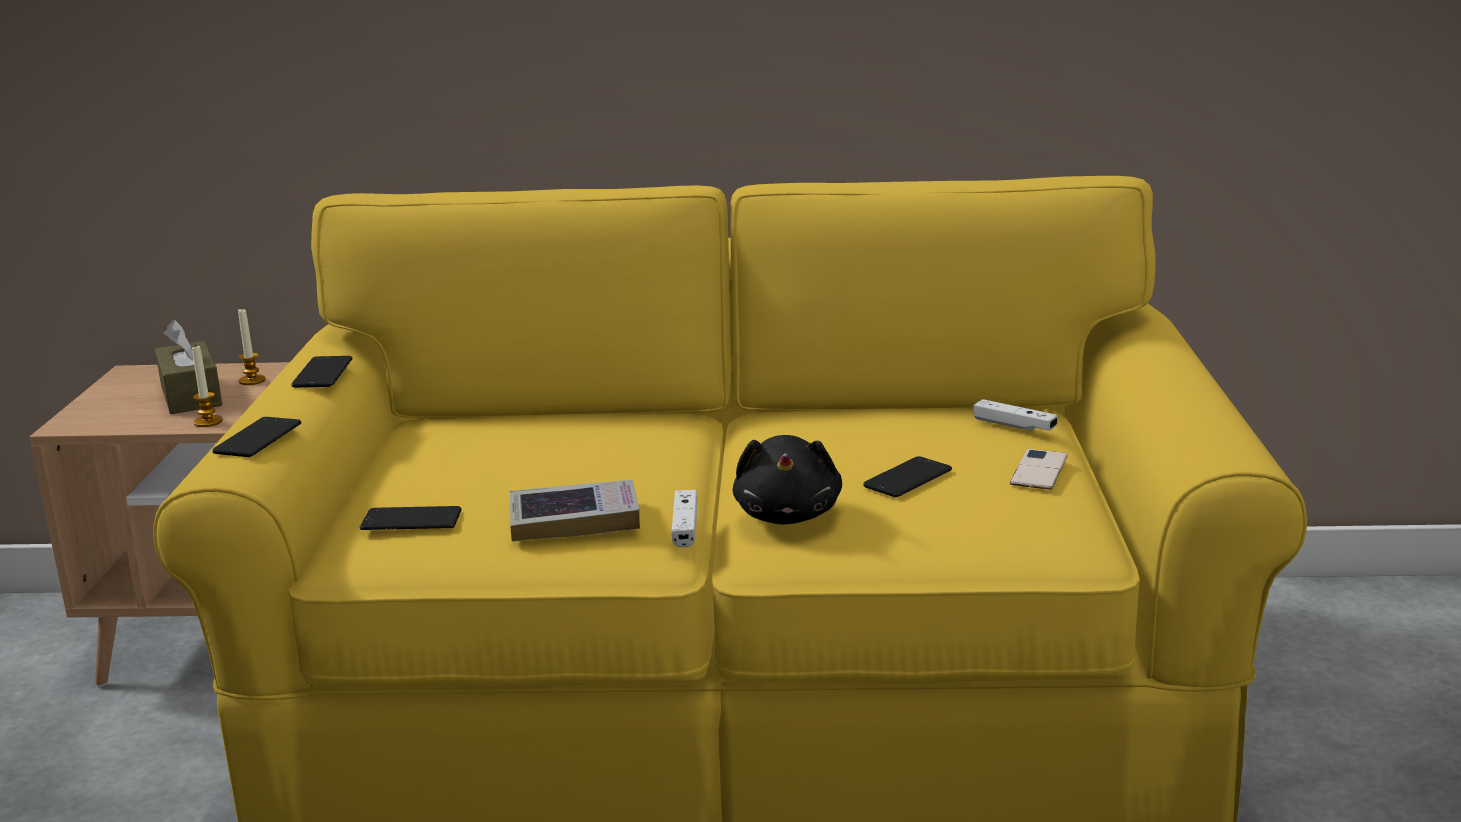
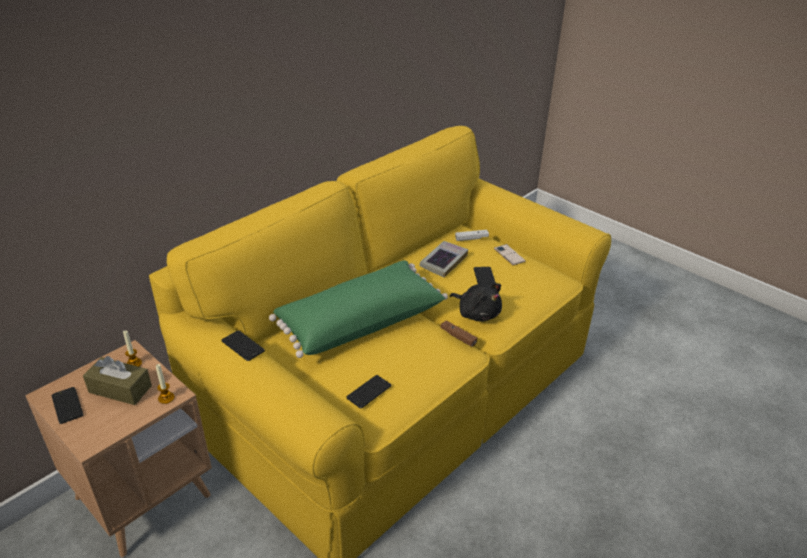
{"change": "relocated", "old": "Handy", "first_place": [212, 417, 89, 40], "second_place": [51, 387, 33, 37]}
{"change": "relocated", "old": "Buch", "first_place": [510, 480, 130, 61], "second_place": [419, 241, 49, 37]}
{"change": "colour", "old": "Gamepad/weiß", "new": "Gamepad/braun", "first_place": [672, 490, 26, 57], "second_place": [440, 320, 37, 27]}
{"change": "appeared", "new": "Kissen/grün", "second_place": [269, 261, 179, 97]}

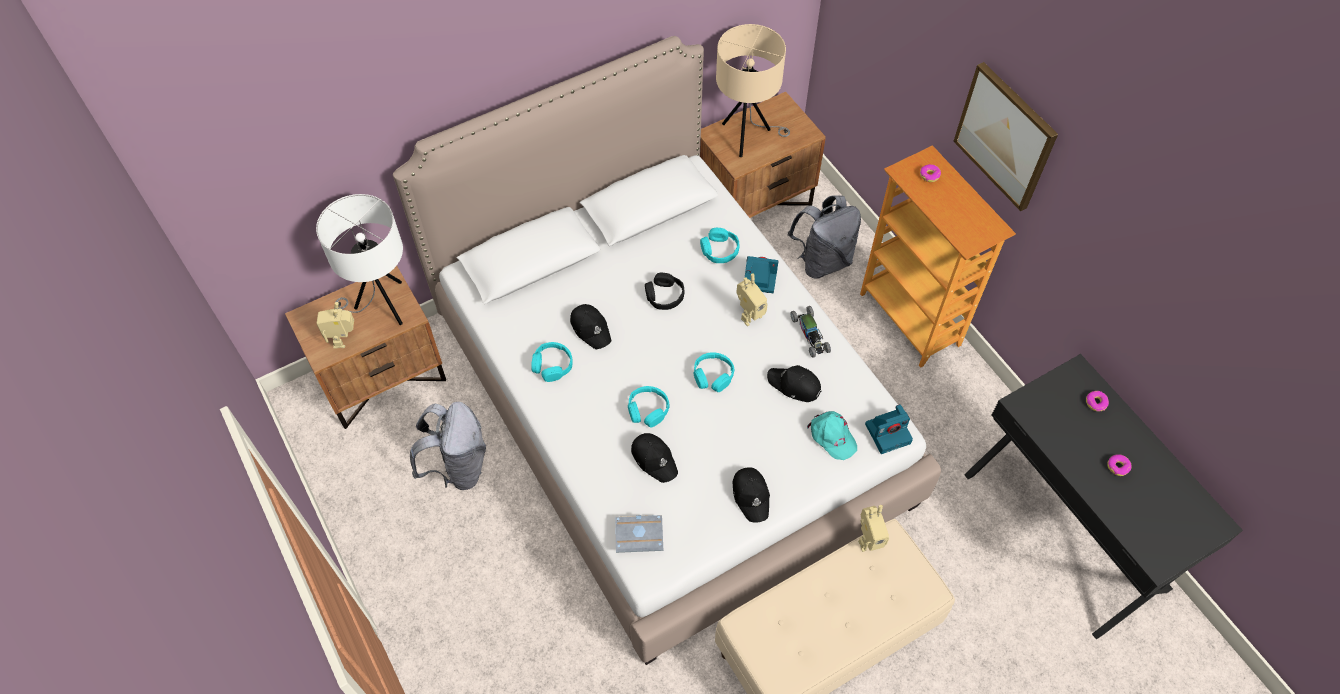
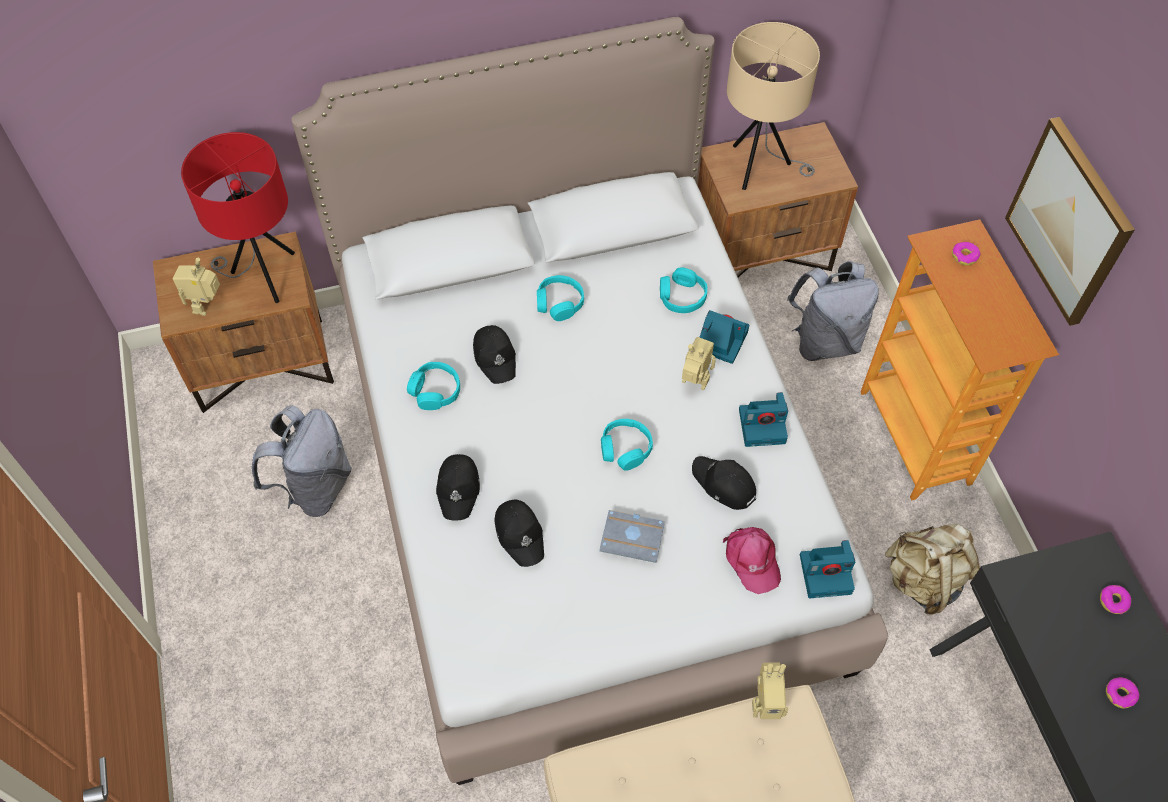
{"change": "colour", "old": "Tischlampe/weiß", "new": "Tischlampe/rot", "first_place": [316, 194, 87, 131], "second_place": [181, 132, 114, 171]}
{"change": "relocated", "old": "Buch/grau", "first_place": [615, 515, 48, 38], "second_place": [600, 510, 65, 53]}
{"change": "relocated", "old": "Kopfhörer/türkis", "first_place": [628, 386, 42, 42], "second_place": [537, 275, 47, 46]}
{"change": "missing", "old": "Kopfhörer/schwarz", "first_place": [645, 273, 40, 37]}
{"change": "relocated", "old": "Kappe/schwarz", "first_place": [733, 467, 37, 56], "second_place": [436, 454, 44, 67]}
{"change": "spun", "old": "Spielzeugroboter", "first_place": [736, 273, 32, 53], "second_place": [682, 337, 34, 53], "degrees": -135}
{"change": "exchanged", "old": "Spielzeugauto", "new": "Kamera", "first_place": [790, 306, 41, 52], "second_place": [739, 392, 49, 55]}
{"change": "colour", "old": "Kappe/türkis", "new": "Kappe/rosa", "first_place": [807, 411, 50, 49], "second_place": [723, 527, 58, 67]}
{"change": "appeared", "new": "Rucksack/beige", "second_place": [885, 524, 95, 91]}

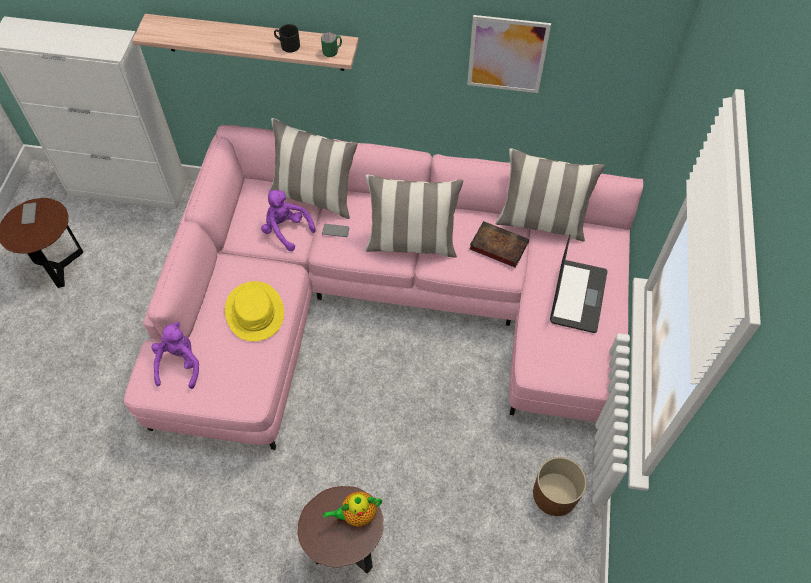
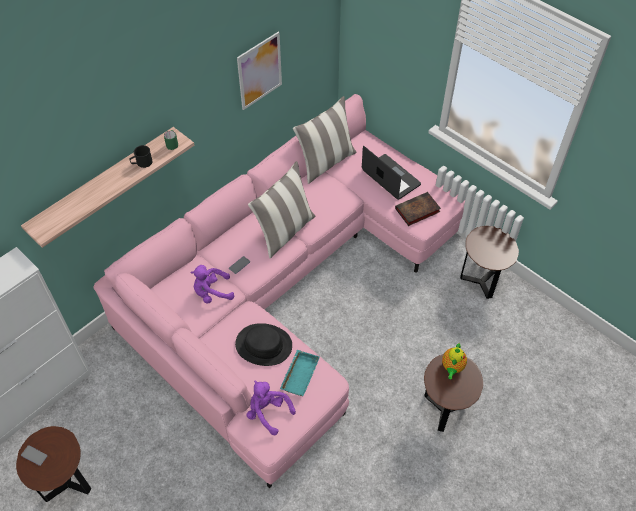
{"change": "colour", "old": "Hut/gelb", "new": "Hut/schwarz", "first_place": [225, 281, 59, 60], "second_place": [235, 323, 57, 43]}
{"change": "missing", "old": "Kissen", "first_place": [269, 118, 89, 101]}
{"change": "relocated", "old": "Buch", "first_place": [470, 221, 59, 47], "second_place": [395, 192, 46, 34]}
{"change": "exchanged", "old": "Pflanzkübel/braun", "new": "Beistelltisch/braun", "first_place": [533, 457, 53, 59], "second_place": [460, 226, 59, 73]}
{"change": "appeared", "new": "Tablett/türkis", "second_place": [280, 350, 40, 46]}

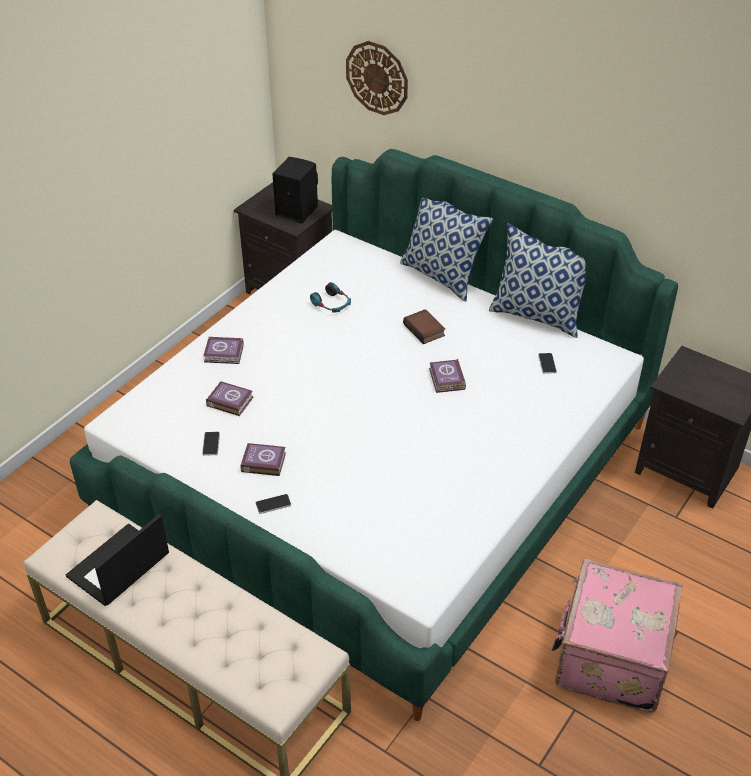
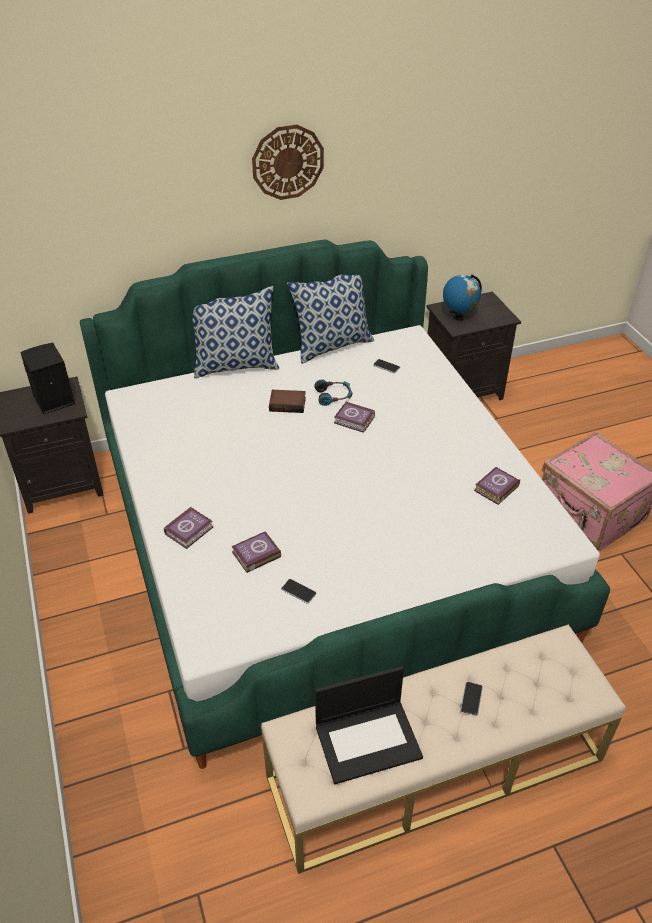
{"change": "spun", "old": "Laptop", "first_place": [66, 514, 103, 92], "second_place": [315, 666, 108, 118], "degrees": -90}
{"change": "relocated", "old": "Buch", "first_place": [240, 443, 46, 33], "second_place": [474, 467, 46, 38]}
{"change": "relocated", "old": "Handy", "first_place": [256, 494, 35, 20], "second_place": [460, 682, 23, 34]}
{"change": "relocated", "old": "Kopfhörer", "first_place": [310, 282, 41, 31], "second_place": [314, 379, 39, 27]}
{"change": "relocated", "old": "Wanduhr", "first_place": [346, 41, 62, 74], "second_place": [252, 124, 72, 76]}
{"change": "appeared", "new": "Globus", "second_place": [443, 274, 39, 47]}

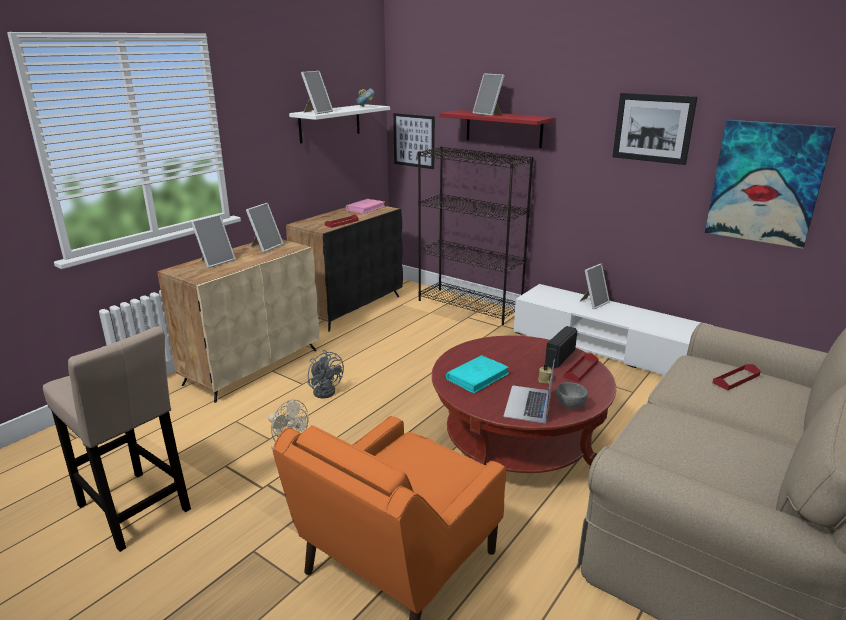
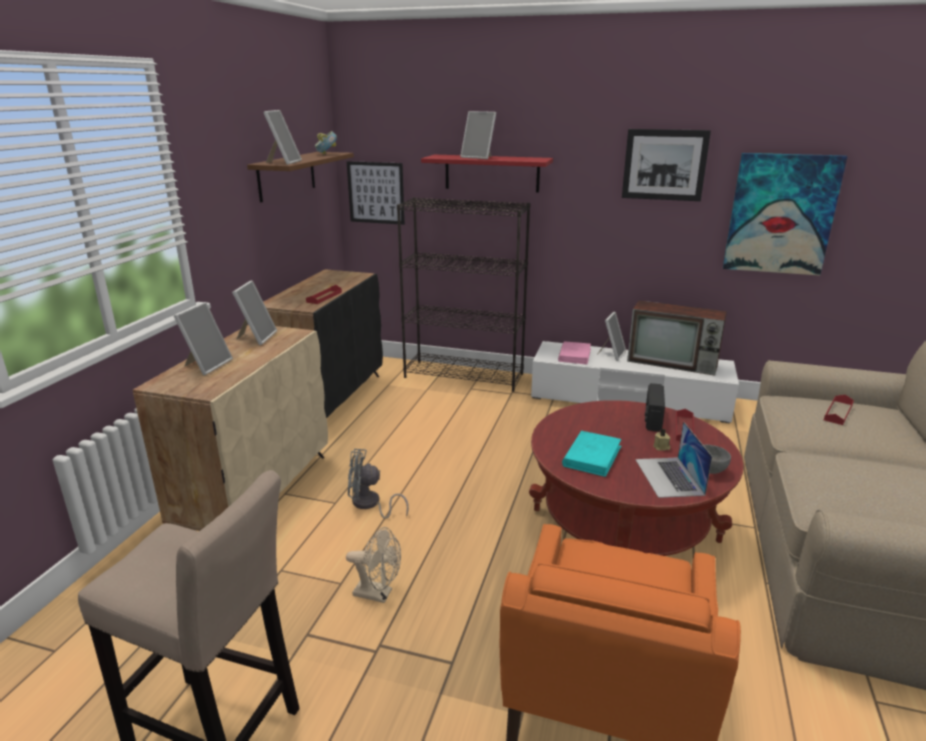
{"change": "colour", "old": "Wandregal/weiß", "new": "Wandregal/braun", "first_place": [289, 104, 101, 39], "second_place": [247, 152, 107, 51]}
{"change": "spun", "old": "Ventilator/grau", "first_place": [308, 350, 36, 48], "second_place": [348, 449, 61, 70], "degrees": 150}
{"change": "relocated", "old": "Buch/rosa", "first_place": [346, 199, 40, 15], "second_place": [558, 341, 33, 23]}
{"change": "appeared", "new": "Fernseher", "second_place": [627, 300, 100, 76]}

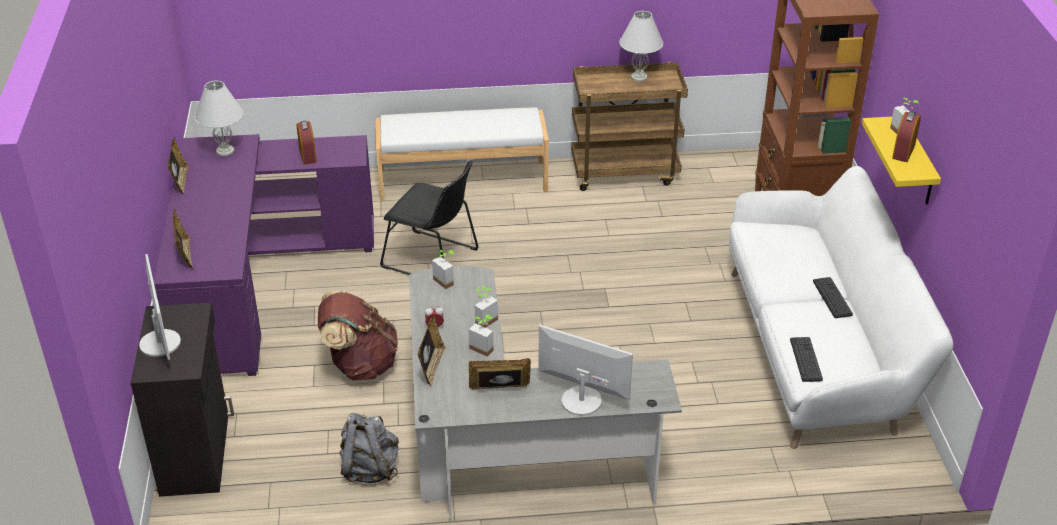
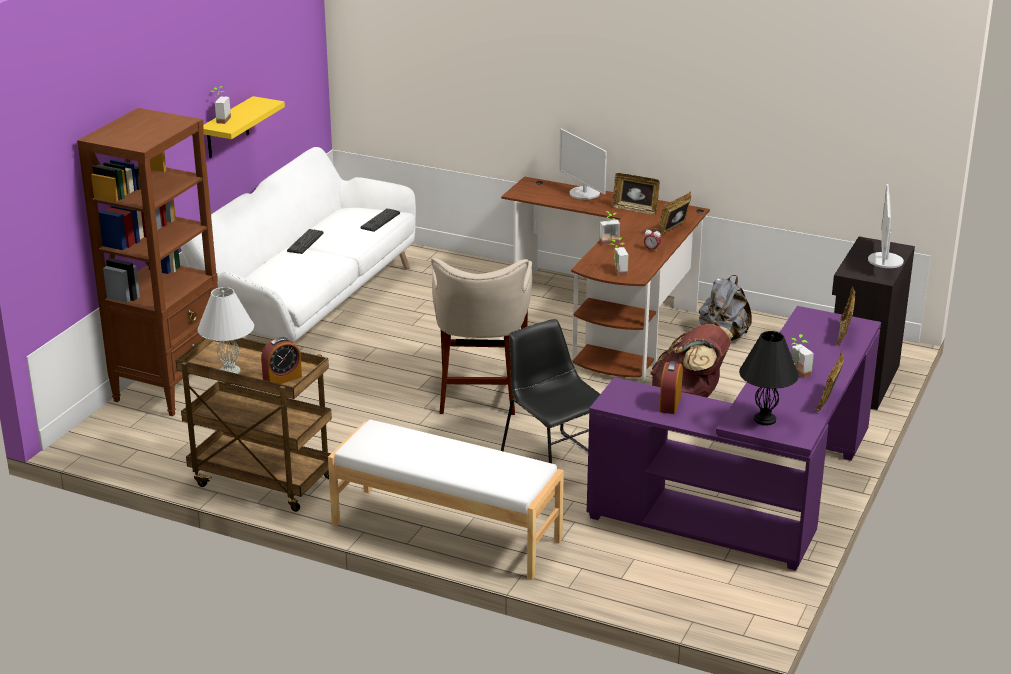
{"change": "colour", "old": "Tischlampe/weiß", "new": "Tischlampe/schwarz", "first_place": [195, 81, 48, 75], "second_place": [739, 331, 60, 94]}
{"change": "colour", "old": "Schreibtisch/grau", "new": "Schreibtisch/braun", "first_place": [409, 266, 273, 254], "second_place": [501, 176, 209, 206]}
{"change": "relocated", "old": "Topfpflanze", "first_place": [469, 315, 25, 42], "second_place": [791, 334, 23, 44]}
{"change": "relocated", "old": "Wecker", "first_place": [892, 111, 29, 51], "second_place": [261, 337, 41, 47]}
{"change": "appeared", "new": "Hocker/beige", "second_place": [431, 257, 101, 158]}

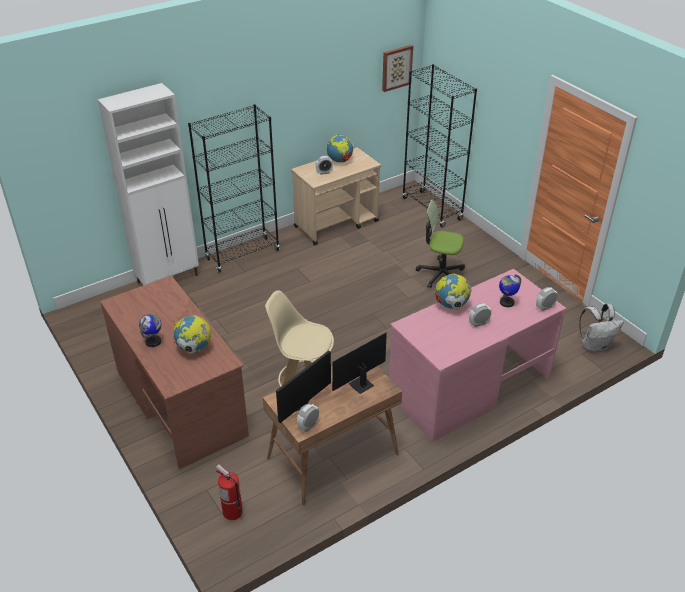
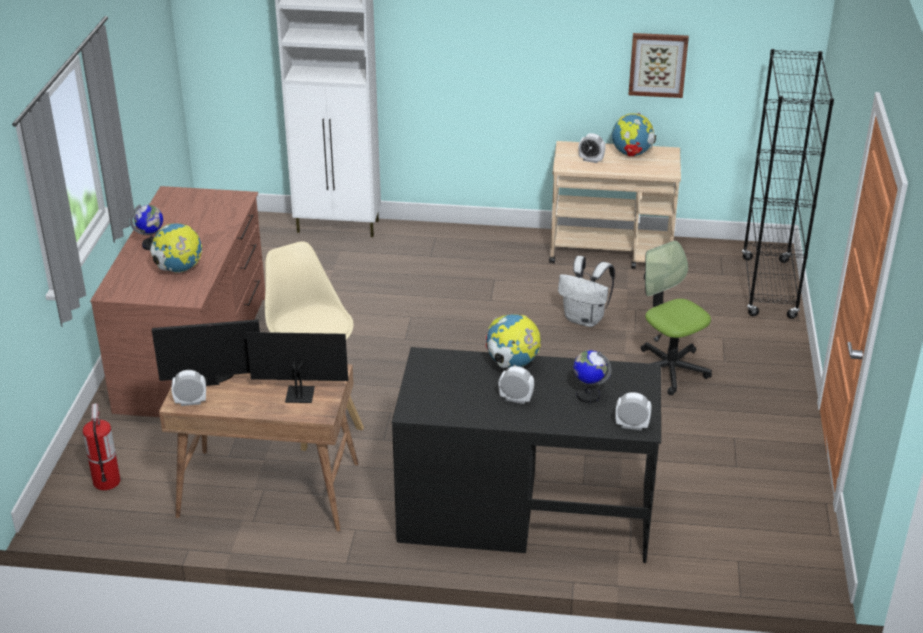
{"change": "missing", "old": "Bücherregal/schwarz", "first_place": [188, 104, 92, 169]}
{"change": "relocated", "old": "Bild", "first_place": [382, 45, 31, 47], "second_place": [629, 33, 60, 65]}
{"change": "colour", "old": "Schreibtisch/rosa", "new": "Schreibtisch/schwarz", "first_place": [389, 269, 177, 173], "second_place": [392, 347, 269, 216]}
{"change": "relocated", "old": "Rucksack/weiß", "first_place": [579, 304, 45, 48], "second_place": [558, 256, 57, 71]}

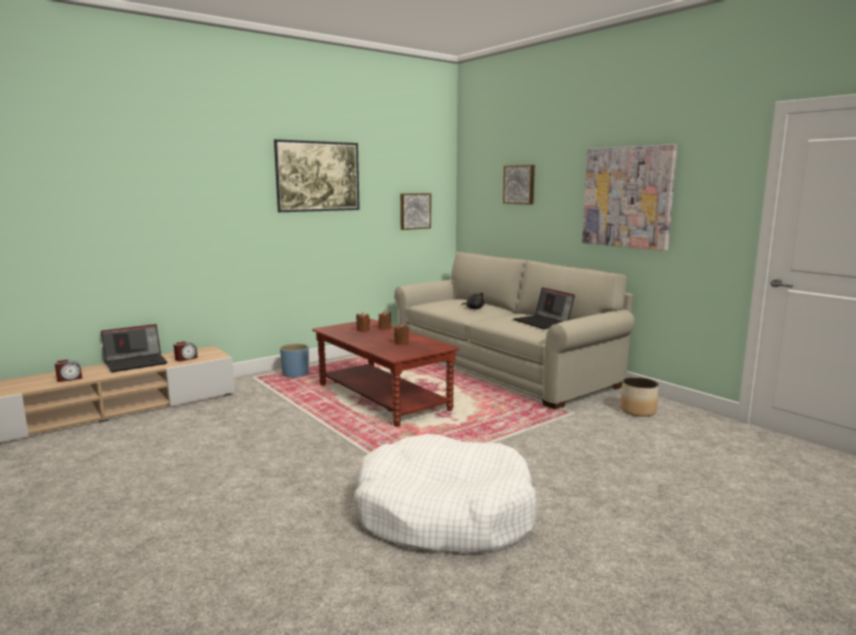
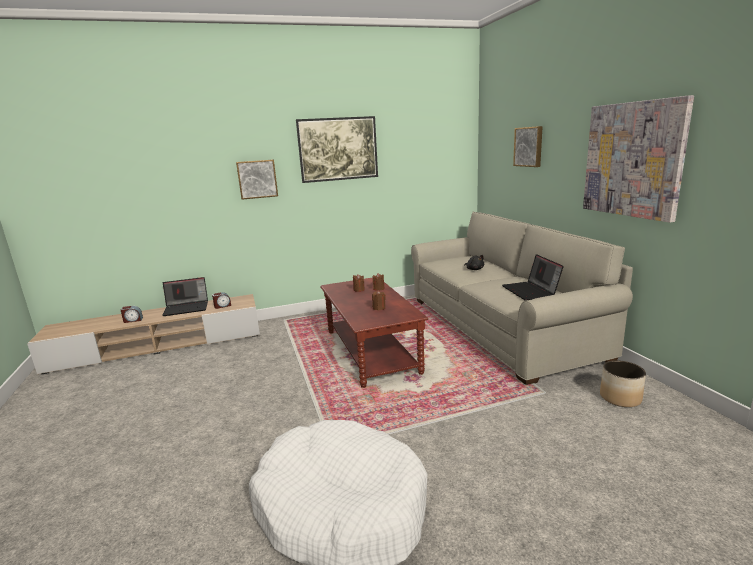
{"change": "missing", "old": "Pflanzkübel/blau", "first_place": [280, 344, 29, 34]}
{"change": "relocated", "old": "Bild", "first_place": [400, 193, 31, 37], "second_place": [236, 160, 42, 40]}

